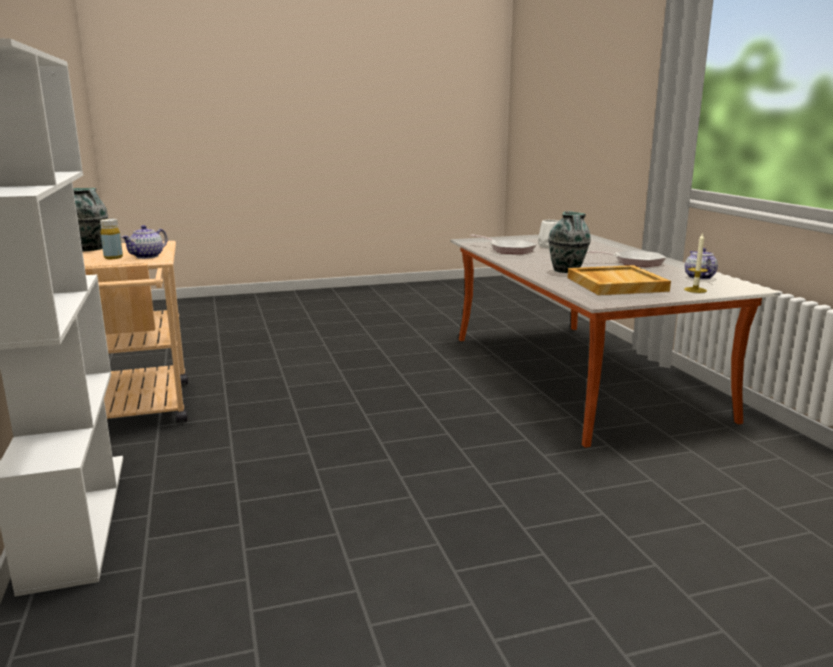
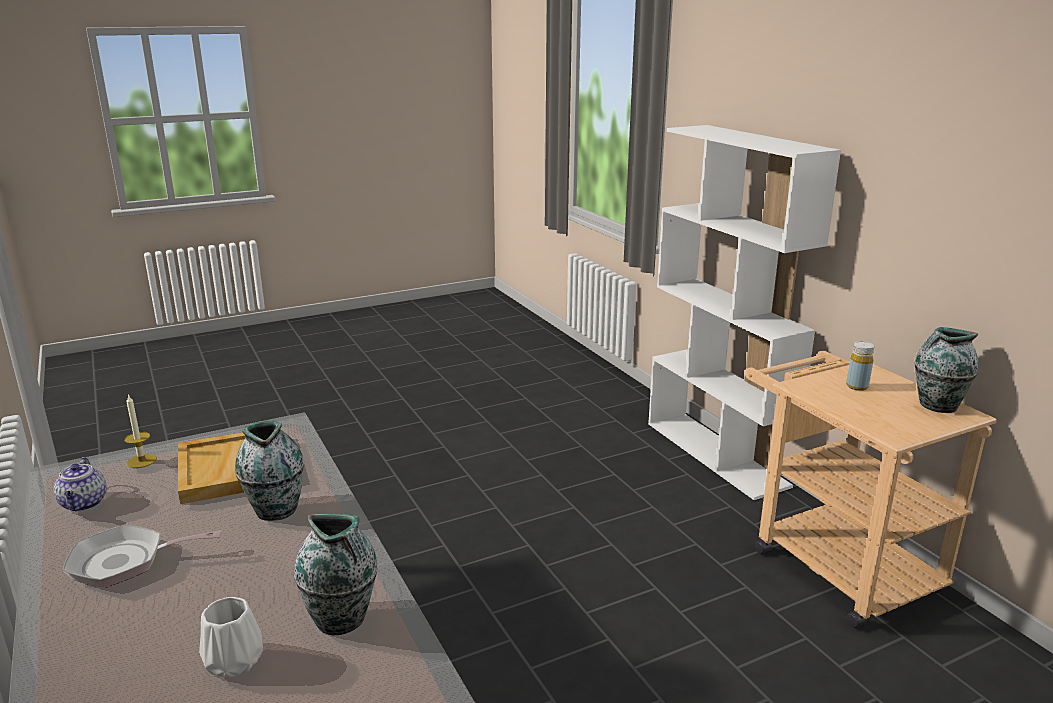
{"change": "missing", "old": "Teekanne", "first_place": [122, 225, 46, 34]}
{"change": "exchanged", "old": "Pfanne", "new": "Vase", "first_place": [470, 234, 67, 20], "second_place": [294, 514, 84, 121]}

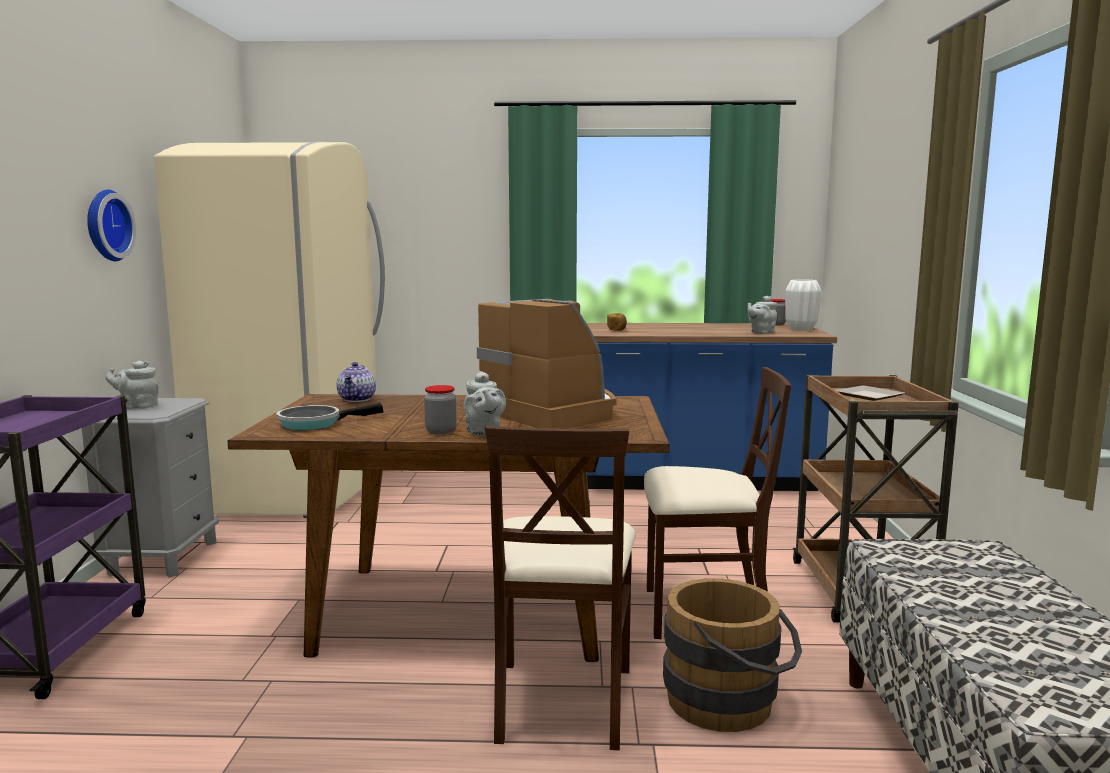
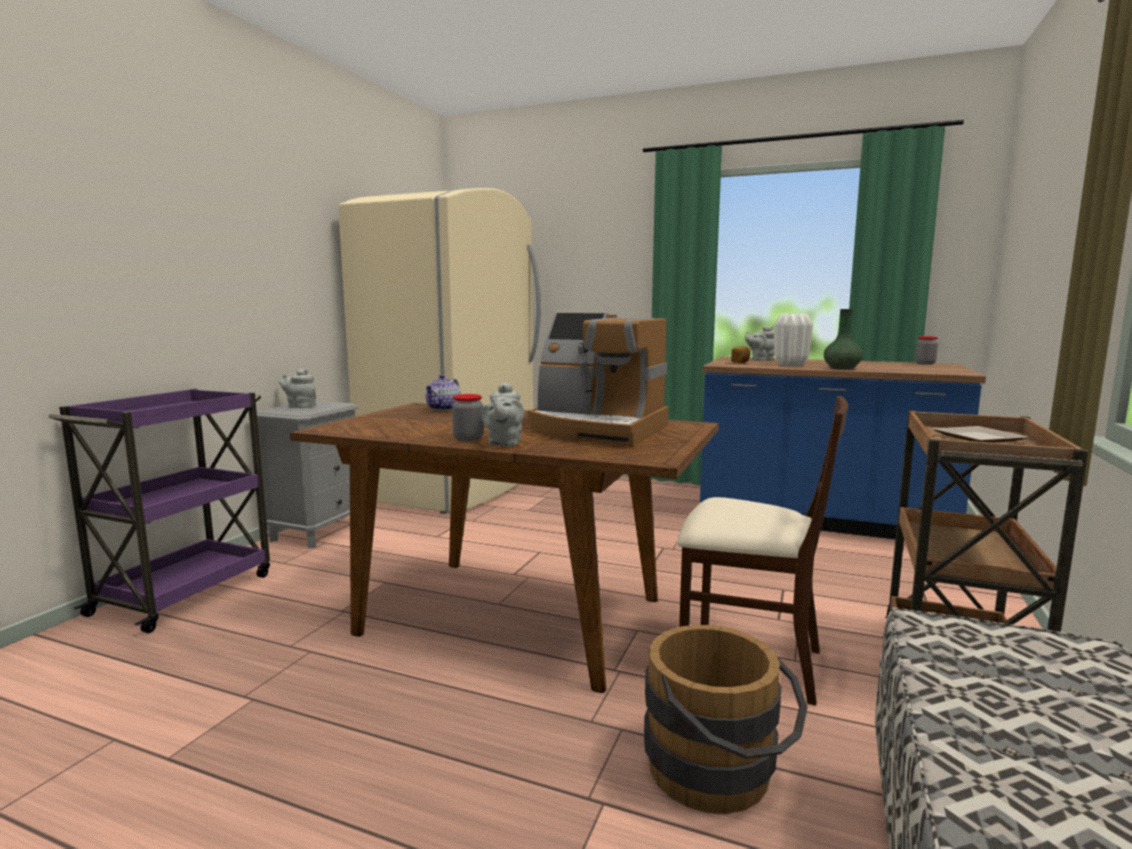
{"change": "missing", "old": "Wanduhr", "first_place": [87, 190, 49, 71]}
{"change": "missing", "old": "Pfanne", "first_place": [276, 403, 107, 28]}
{"change": "spun", "old": "Kaffeemaschine", "first_place": [477, 299, 140, 130], "second_place": [528, 313, 140, 134], "degrees": 135}
{"change": "missing", "old": "Stuhl/beige", "first_place": [485, 426, 151, 324]}
{"change": "relocated", "old": "Teekanne/grau", "first_place": [748, 296, 29, 38], "second_place": [745, 326, 29, 35]}
{"change": "relocated", "old": "Vase/weiß", "first_place": [785, 280, 36, 51], "second_place": [774, 313, 39, 53]}
{"change": "appeared", "new": "Vase/grün", "second_place": [824, 309, 39, 60]}

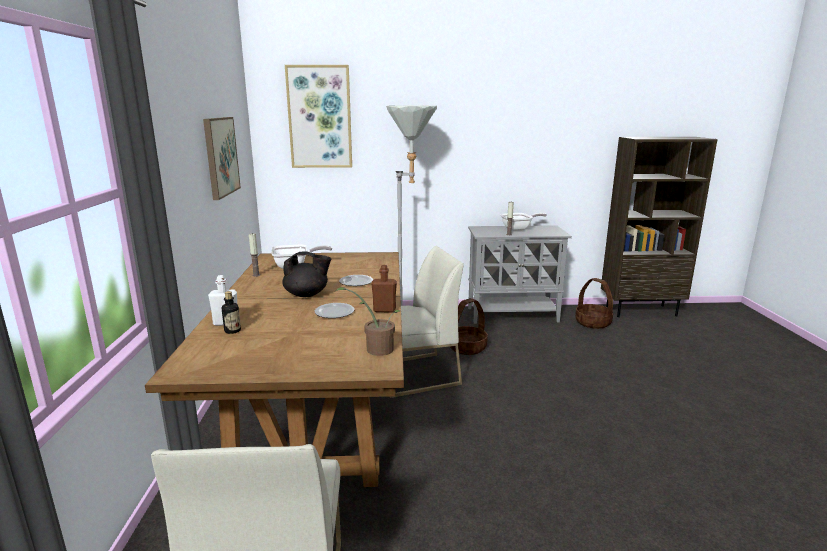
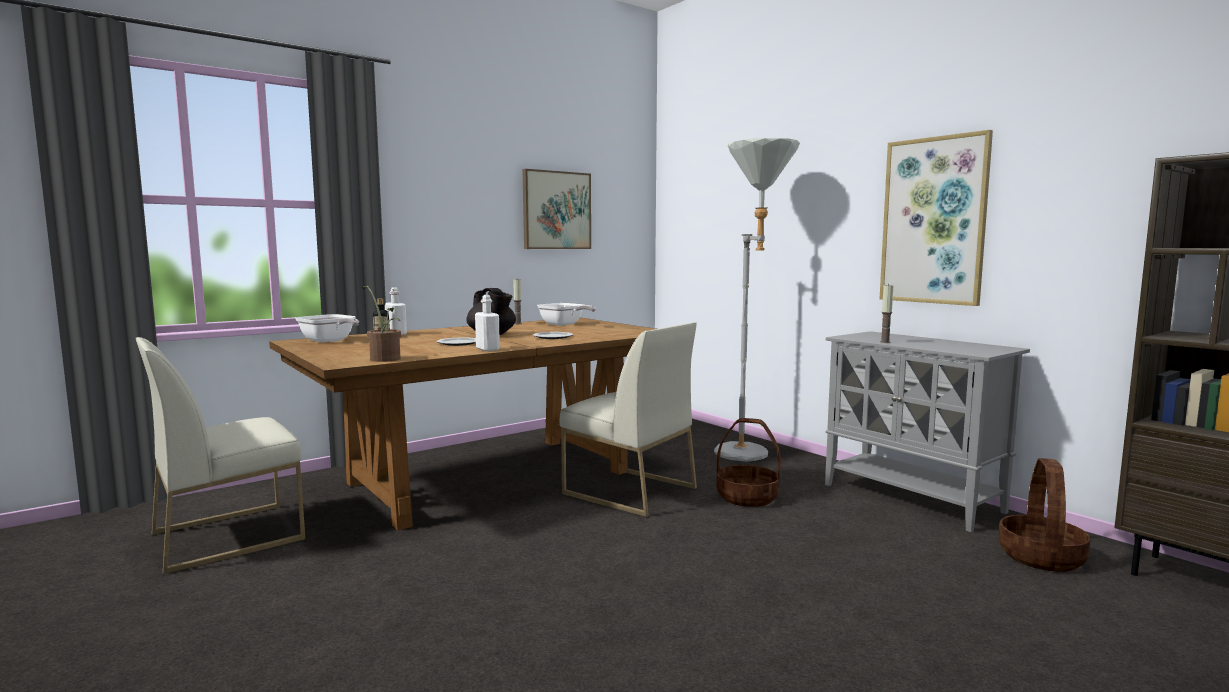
{"change": "relocated", "old": "Bild", "first_place": [285, 65, 67, 103], "second_place": [880, 130, 113, 176]}
{"change": "colour", "old": "Flasche/braun", "new": "Flasche/weiß", "first_place": [371, 265, 26, 47], "second_place": [475, 295, 25, 56]}
{"change": "relocated", "old": "Pfanne", "first_place": [501, 213, 46, 18], "second_place": [295, 314, 64, 28]}

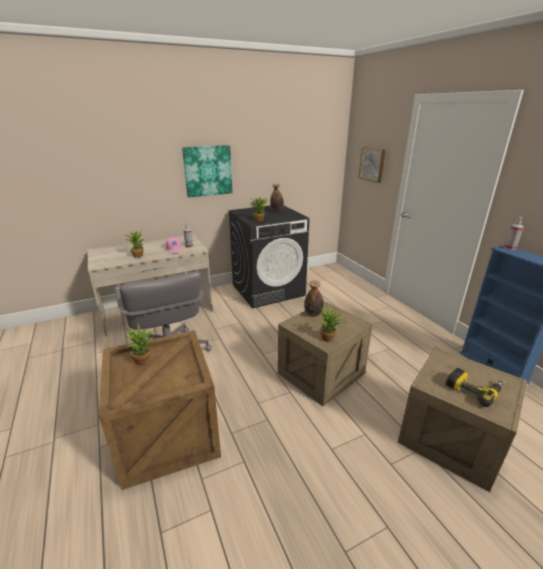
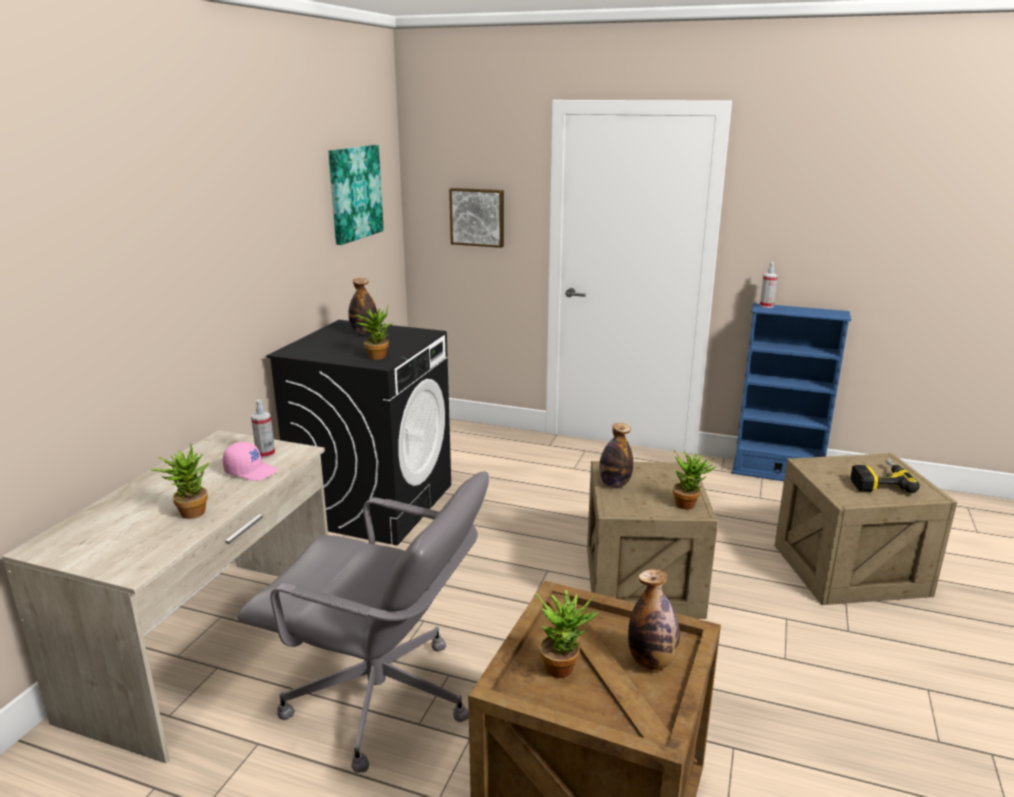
{"change": "relocated", "old": "Bild", "first_place": [182, 145, 50, 53], "second_place": [328, 145, 56, 100]}
{"change": "appeared", "new": "Flasche", "second_place": [628, 569, 52, 101]}

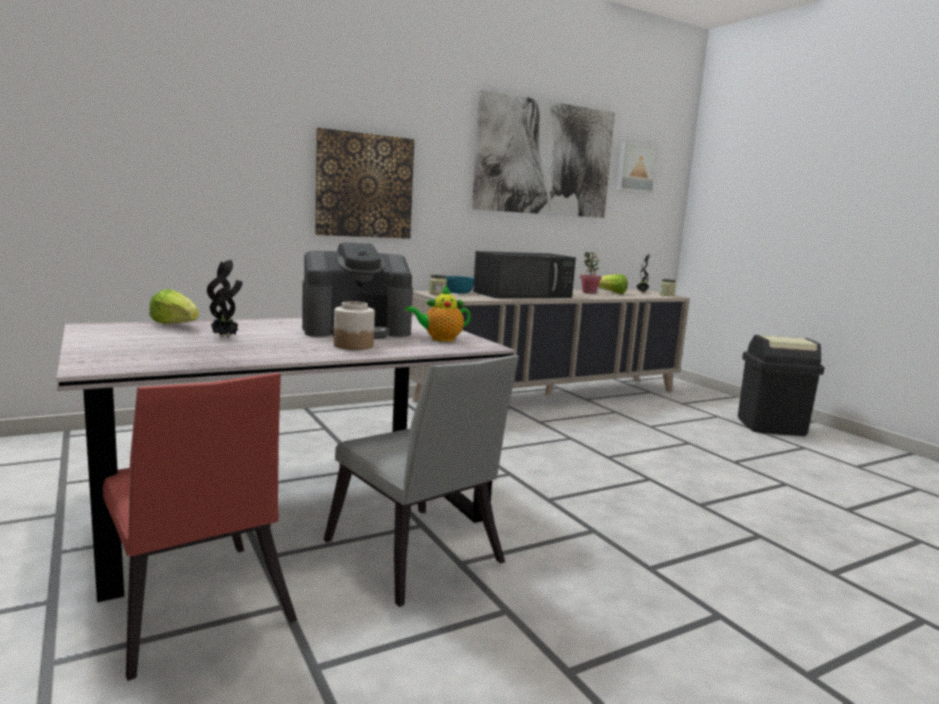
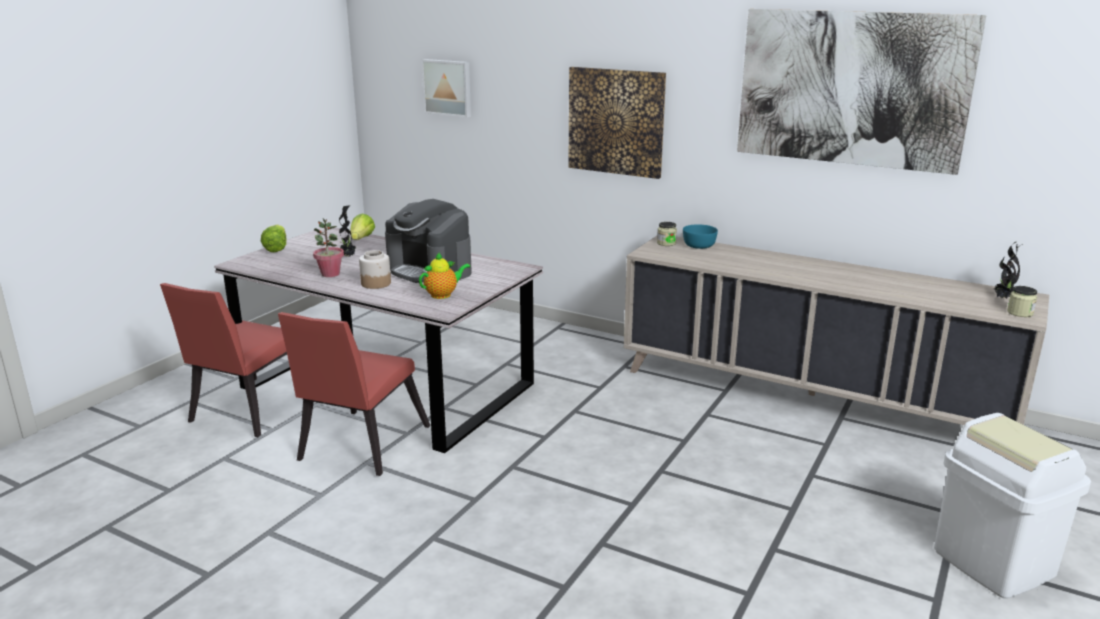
{"change": "colour", "old": "Stuhl/grau", "new": "Stuhl/rot", "first_place": [324, 355, 195, 252], "second_place": [278, 312, 153, 164]}
{"change": "spun", "old": "Teekanne", "first_place": [406, 286, 65, 56], "second_place": [419, 252, 51, 47], "degrees": 105}
{"change": "missing", "old": "Mikrowelle/schwarz", "first_place": [473, 251, 103, 47]}
{"change": "relocated", "old": "Topfpflanze", "first_place": [580, 252, 22, 42], "second_place": [313, 218, 31, 59]}
{"change": "relocated", "old": "Salatkopf", "first_place": [598, 274, 30, 20], "second_place": [261, 224, 26, 28]}
{"change": "relocated", "old": "Bild", "first_place": [616, 142, 43, 51], "second_place": [421, 59, 50, 59]}
{"change": "colour", "old": "Mülleimer/schwarz", "new": "Mülleimer/weiß", "first_place": [738, 335, 87, 101], "second_place": [934, 413, 157, 186]}

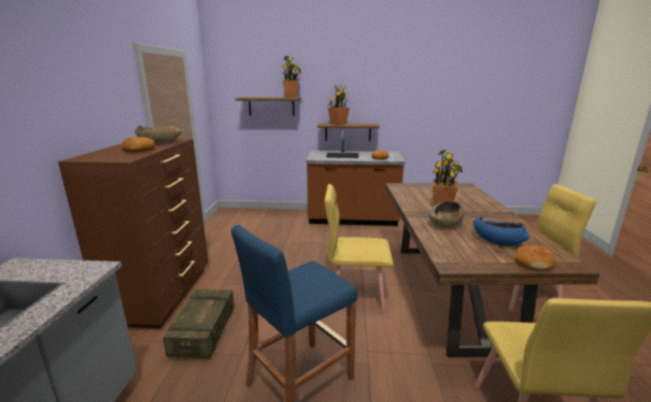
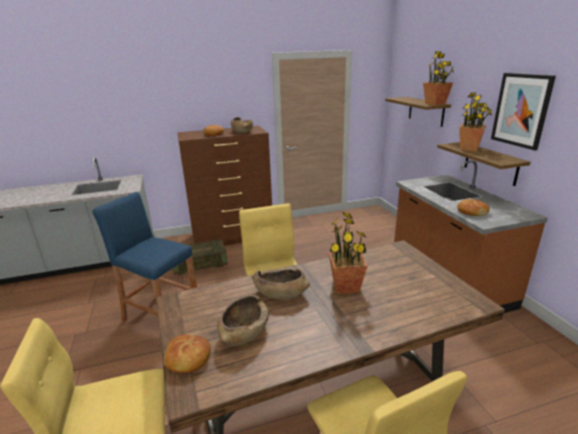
{"change": "colour", "old": "Schüssel/blau", "new": "Schüssel/braun", "first_place": [473, 216, 56, 30], "second_place": [217, 295, 52, 51]}
{"change": "appeared", "new": "Bild", "second_place": [491, 73, 65, 77]}

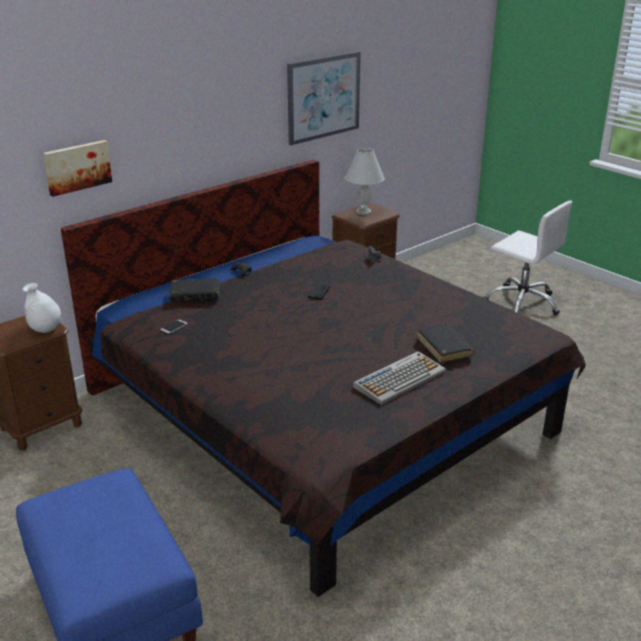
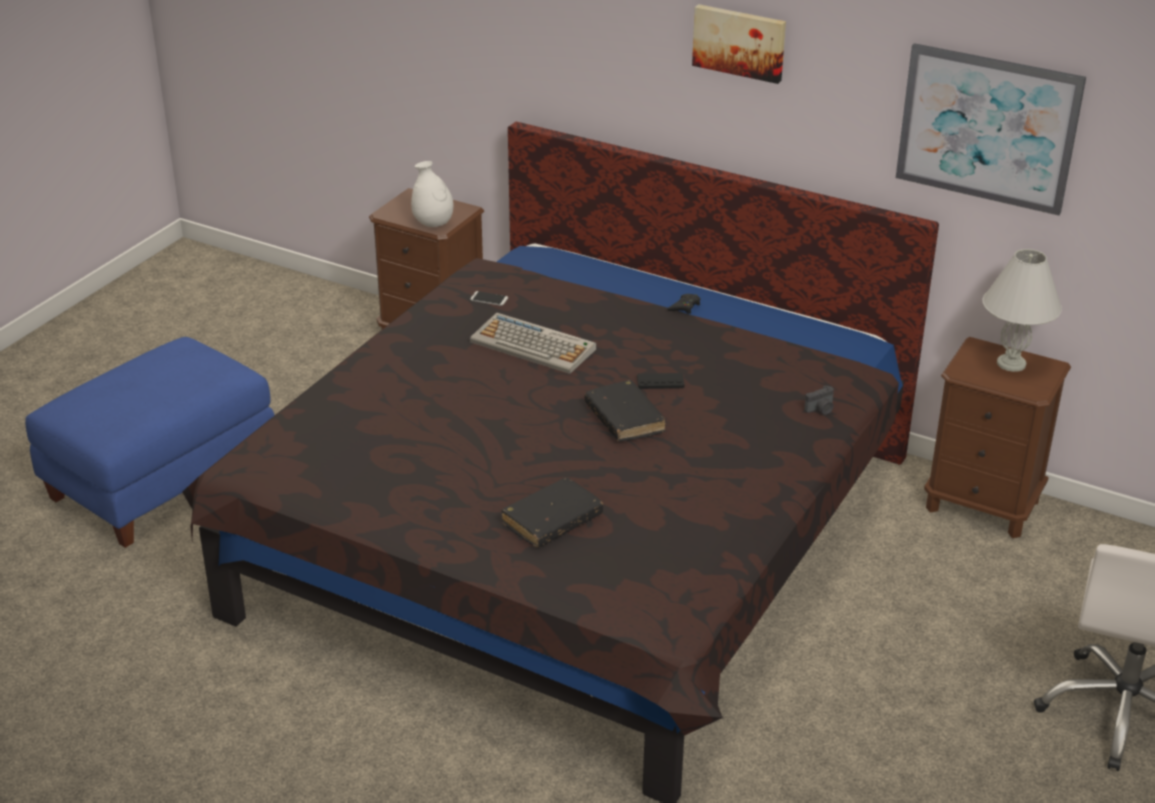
{"change": "relocated", "old": "Bild", "first_place": [43, 140, 69, 57], "second_place": [692, 4, 94, 80]}
{"change": "relocated", "old": "Buch/schwarz", "first_place": [169, 278, 51, 24], "second_place": [585, 380, 80, 61]}
{"change": "relocated", "old": "Tastatur", "first_place": [353, 351, 93, 54], "second_place": [470, 312, 126, 62]}

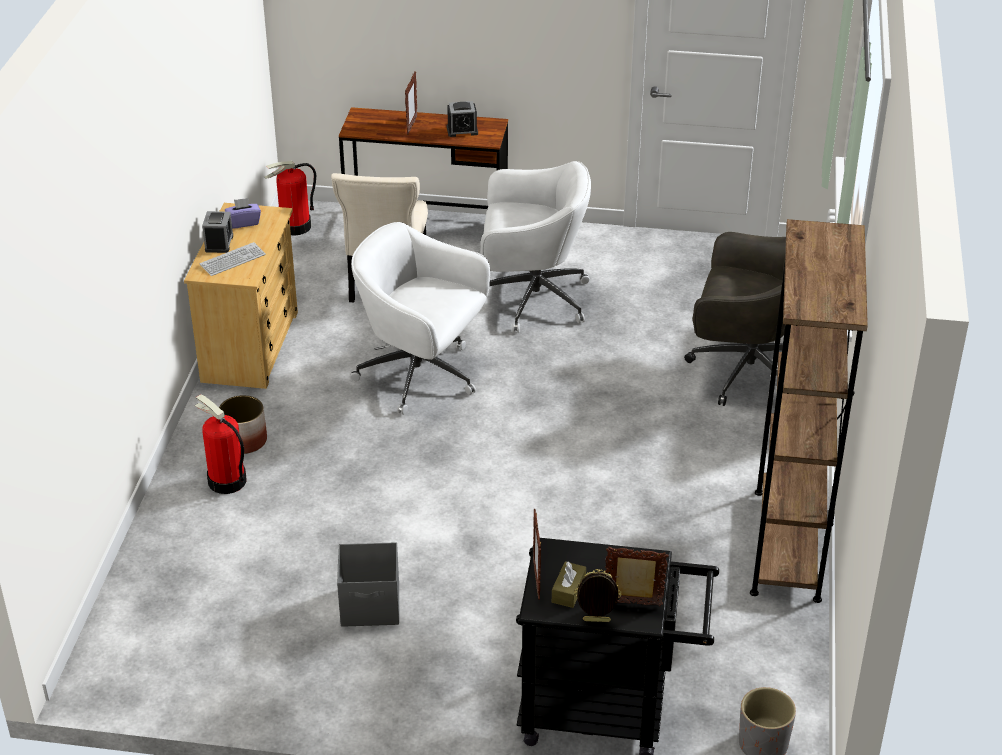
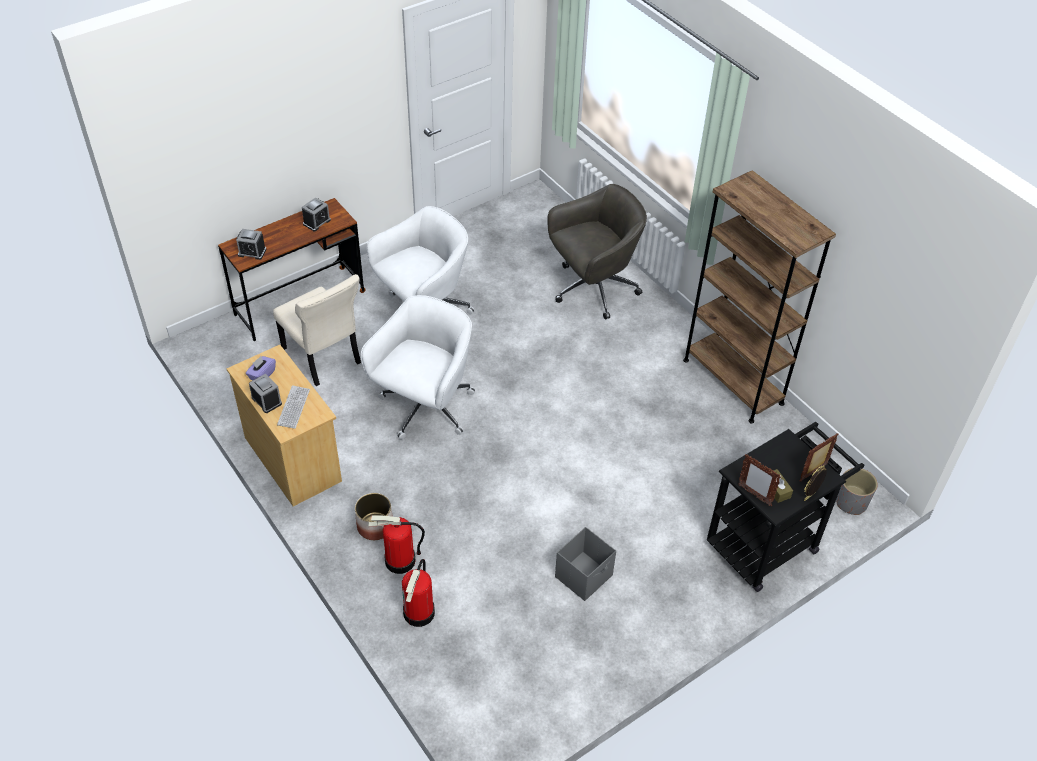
{"change": "relocated", "old": "Feuerlöscher", "first_place": [264, 161, 52, 75], "second_place": [402, 559, 33, 68]}
{"change": "spun", "old": "Bürostuhl/weiß", "first_place": [350, 222, 140, 193], "second_place": [361, 295, 114, 145], "degrees": 135}
{"change": "missing", "old": "Bilderrahmen", "first_place": [405, 71, 12, 64]}
{"change": "appeared", "new": "Wecker", "second_place": [236, 229, 30, 31]}

